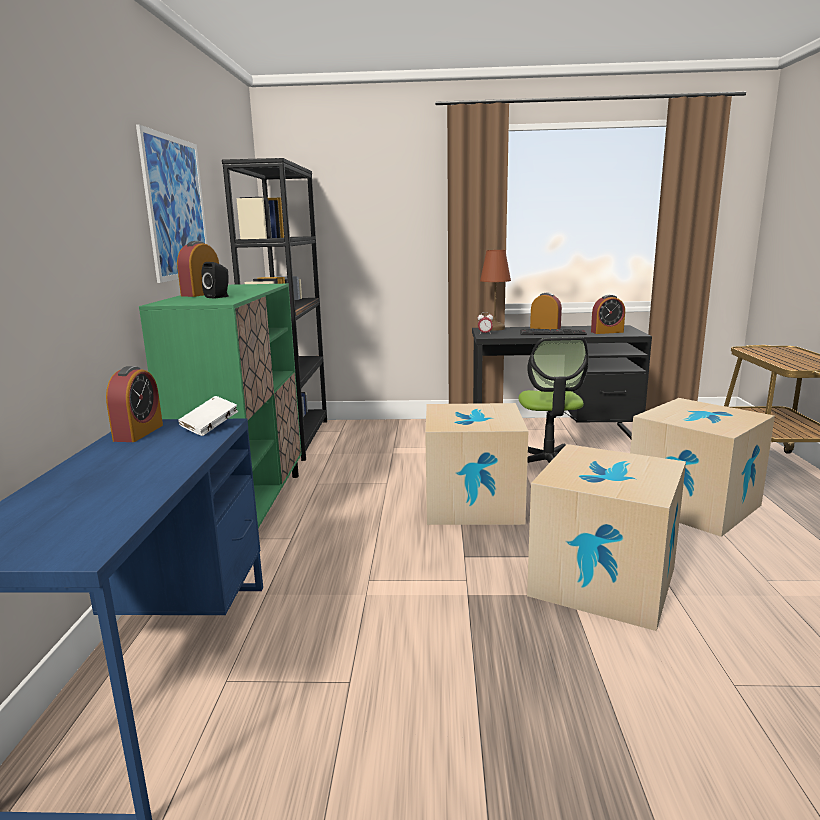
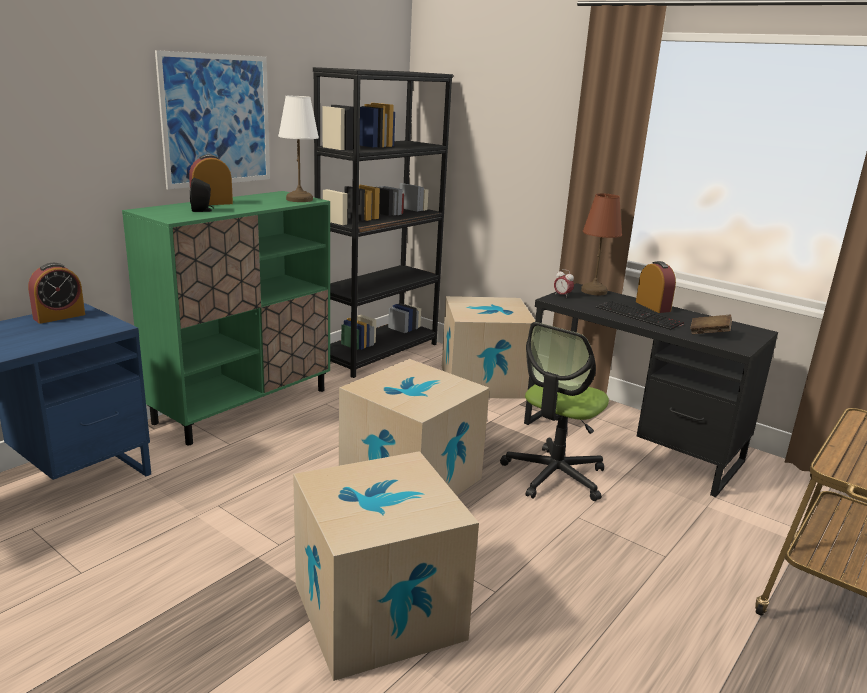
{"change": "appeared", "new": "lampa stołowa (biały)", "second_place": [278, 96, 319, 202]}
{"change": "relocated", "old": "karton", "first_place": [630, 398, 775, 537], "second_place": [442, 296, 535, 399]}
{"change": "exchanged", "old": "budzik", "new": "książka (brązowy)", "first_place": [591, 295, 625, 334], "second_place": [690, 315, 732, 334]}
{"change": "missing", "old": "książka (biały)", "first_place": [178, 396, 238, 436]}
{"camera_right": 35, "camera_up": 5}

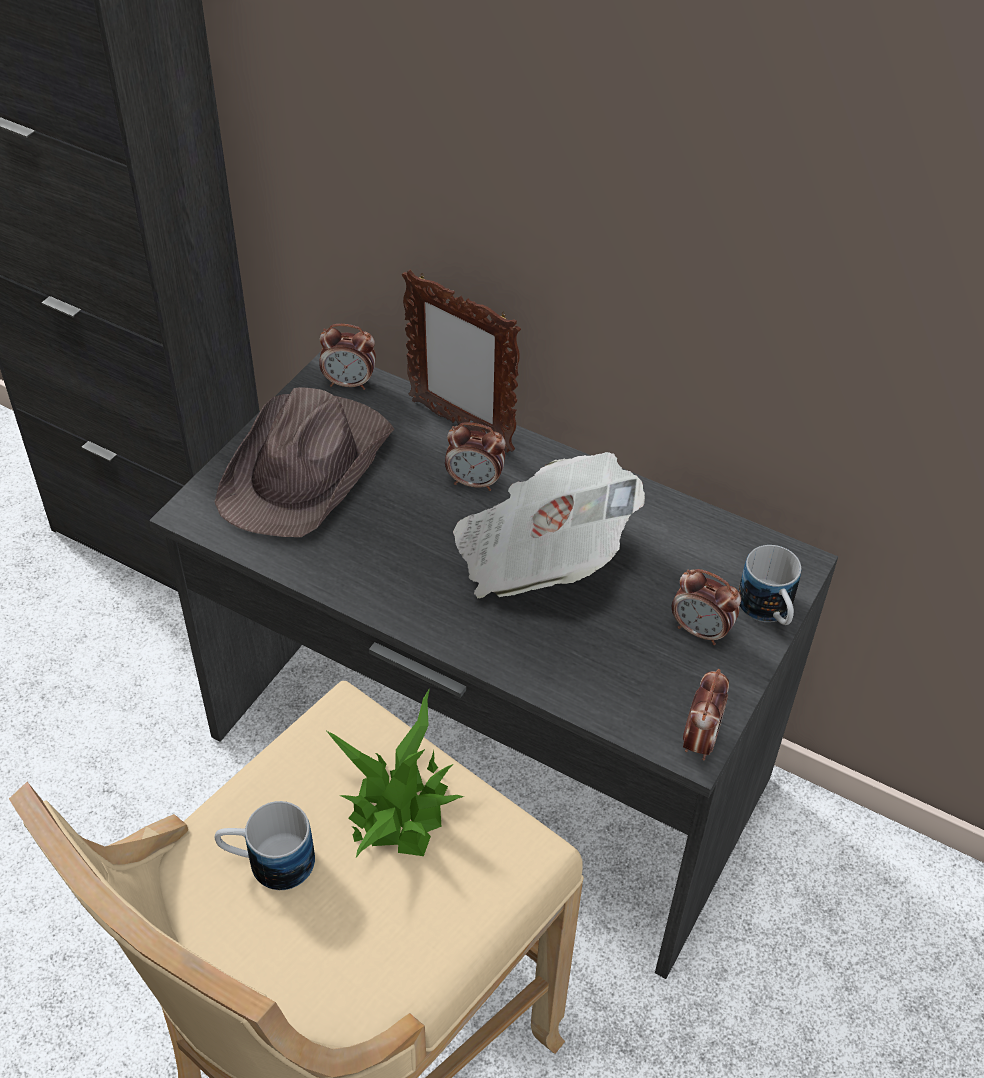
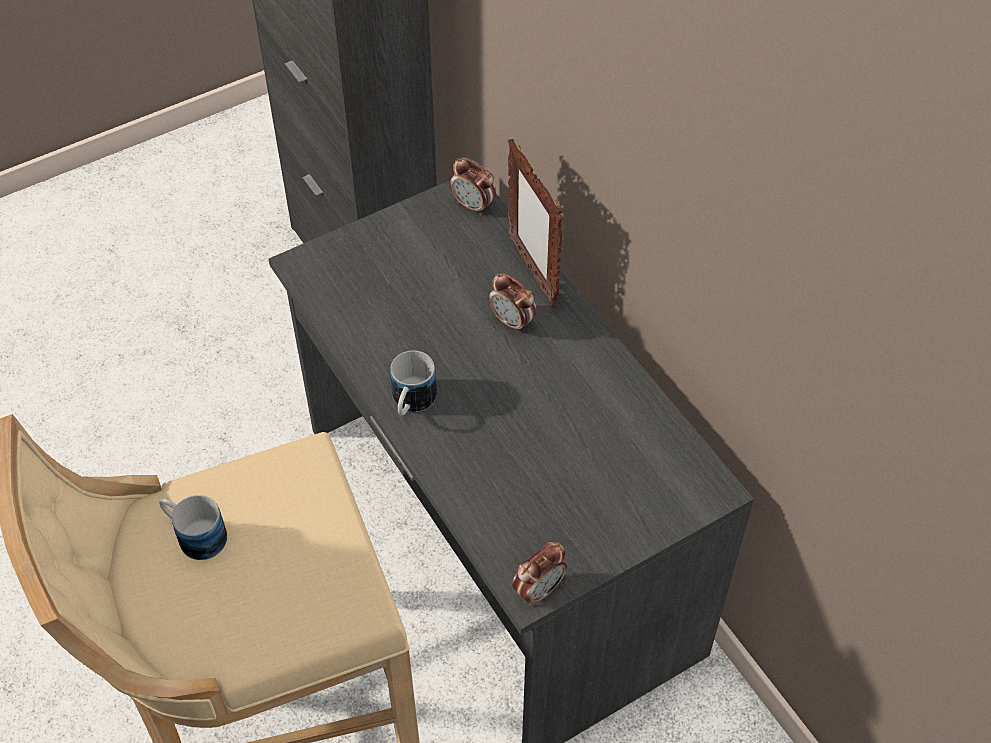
{"change": "relocated", "old": "kubek", "first_place": [738, 545, 801, 625], "second_place": [390, 350, 437, 416]}
{"change": "missing", "old": "kapelusz (brązowy)", "first_place": [215, 387, 394, 537]}
{"change": "missing", "old": "roślina doniczkowa", "first_place": [327, 688, 464, 858]}
{"change": "missing", "old": "gazeta", "first_place": [453, 452, 645, 598]}
{"change": "missing", "old": "budzik", "first_place": [672, 569, 741, 645]}
{"camera_right": 30, "camera_up": 5}

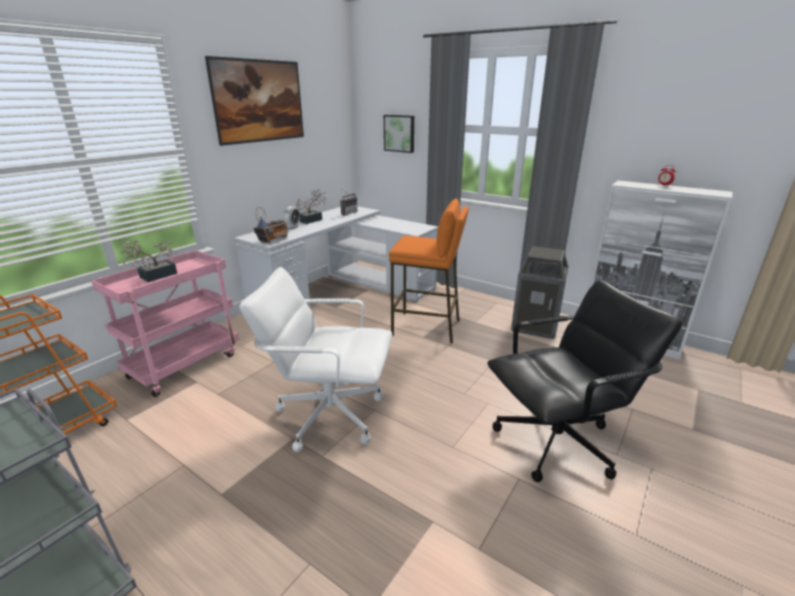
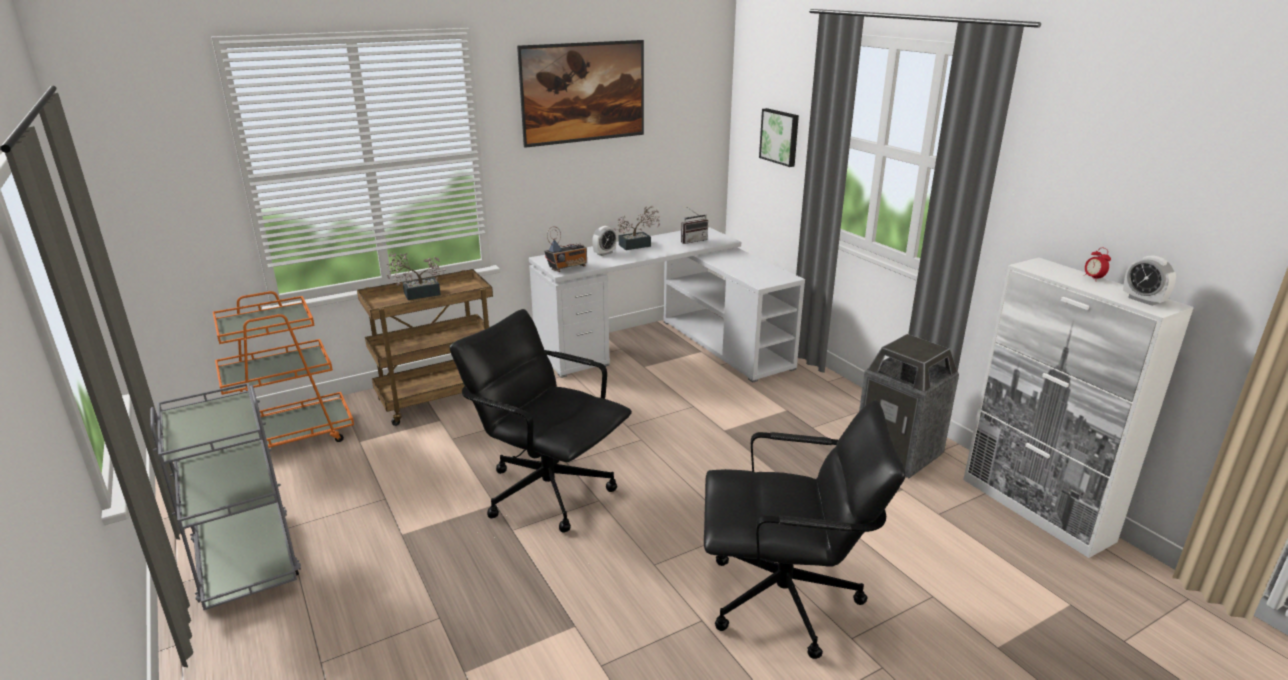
{"change": "colour", "old": "wózek (różowy)", "new": "wózek (brązowy)", "first_place": [91, 250, 239, 397], "second_place": [357, 269, 493, 426]}
{"change": "colour", "old": "krzesło biurowe (biały)", "new": "krzesło biurowe (czarny)", "first_place": [239, 267, 392, 452], "second_place": [450, 309, 632, 533]}
{"change": "appeared", "new": "budzik", "second_place": [1123, 255, 1176, 306]}
{"change": "missing", "old": "stołek (pomarańczowy)", "first_place": [389, 198, 469, 343]}
{"camera_right": 25, "camera_up": 0}

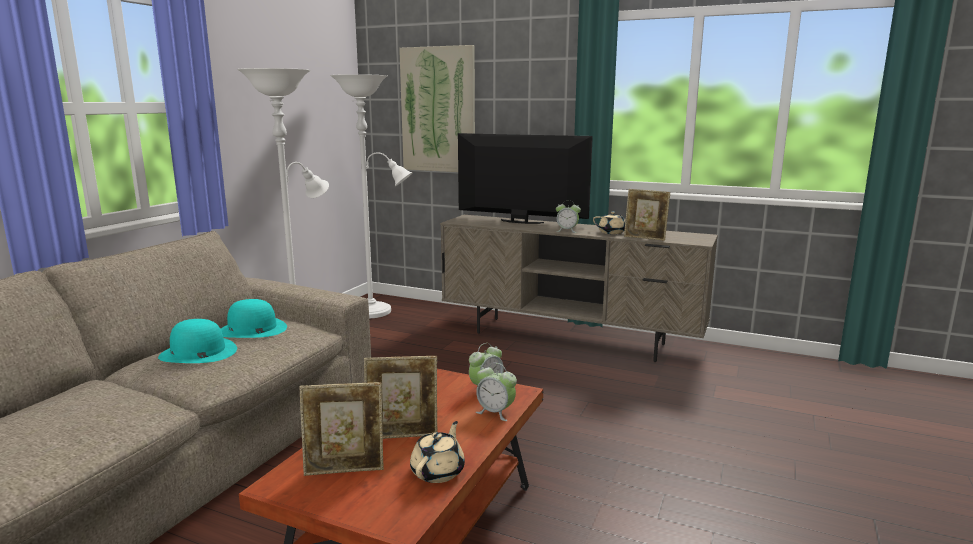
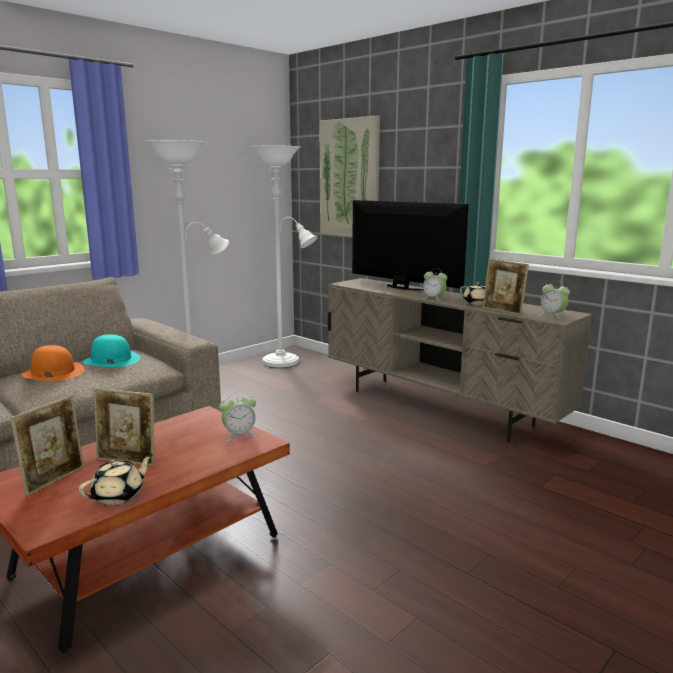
{"change": "spun", "old": "ramka na zdjęcie", "first_place": [299, 382, 384, 476], "second_place": [10, 396, 84, 496], "degrees": -75}
{"change": "colour", "old": "kapelusz (turkusowy)", "new": "kapelusz (pomarańczowy)", "first_place": [158, 319, 237, 363], "second_place": [21, 345, 84, 381]}
{"change": "relocated", "old": "budzik", "first_place": [476, 363, 517, 421], "second_place": [539, 281, 570, 319]}
{"camera_right": 20, "camera_up": 0}

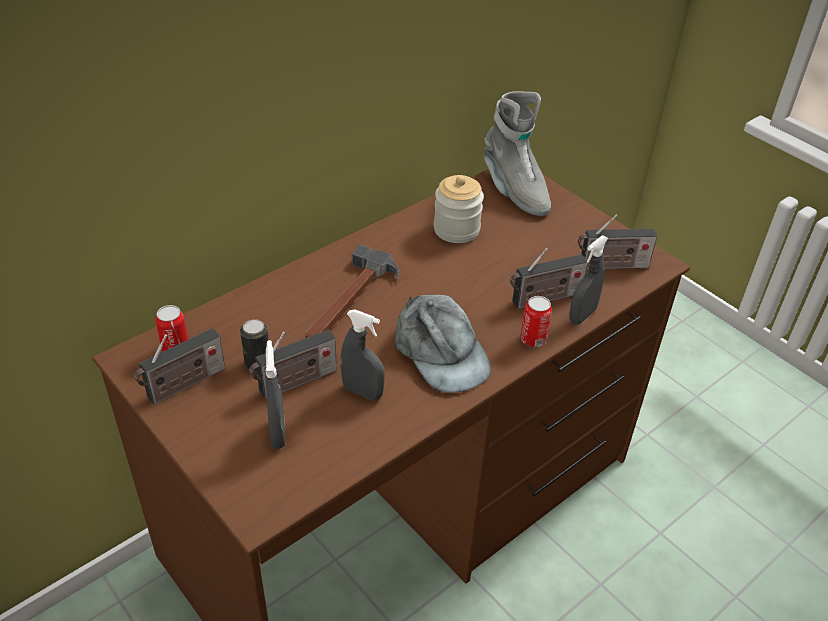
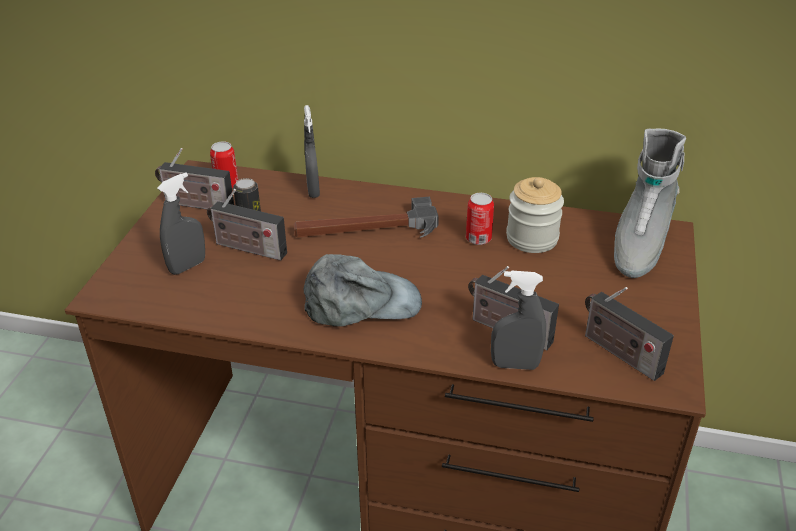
{"change": "spun", "old": "czapka z daszkiem (szary)", "first_place": [395, 295, 491, 393], "second_place": [303, 254, 422, 327], "degrees": -120}
{"change": "relocated", "old": "spryskiwacz (szary)", "first_place": [340, 310, 385, 401], "second_place": [304, 105, 320, 198]}
{"change": "relocated", "old": "puszka", "first_place": [520, 296, 552, 347], "second_place": [466, 193, 494, 245]}
{"camera_right": 55, "camera_up": -5}

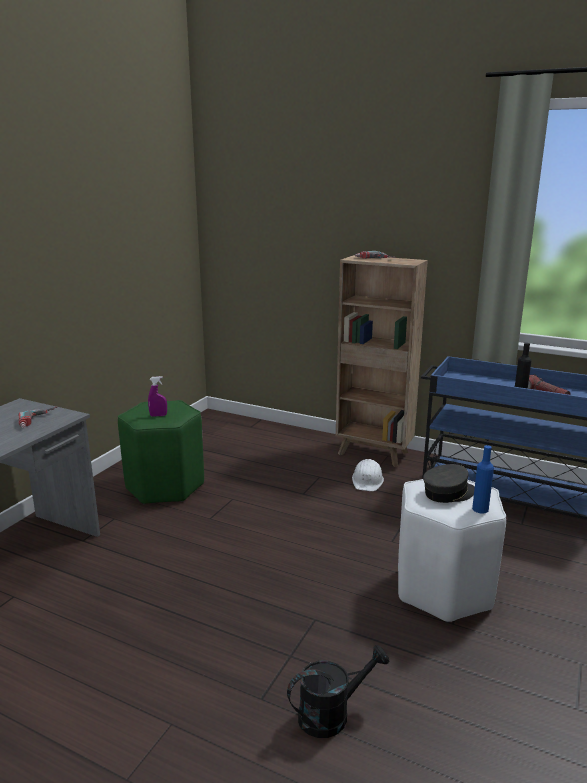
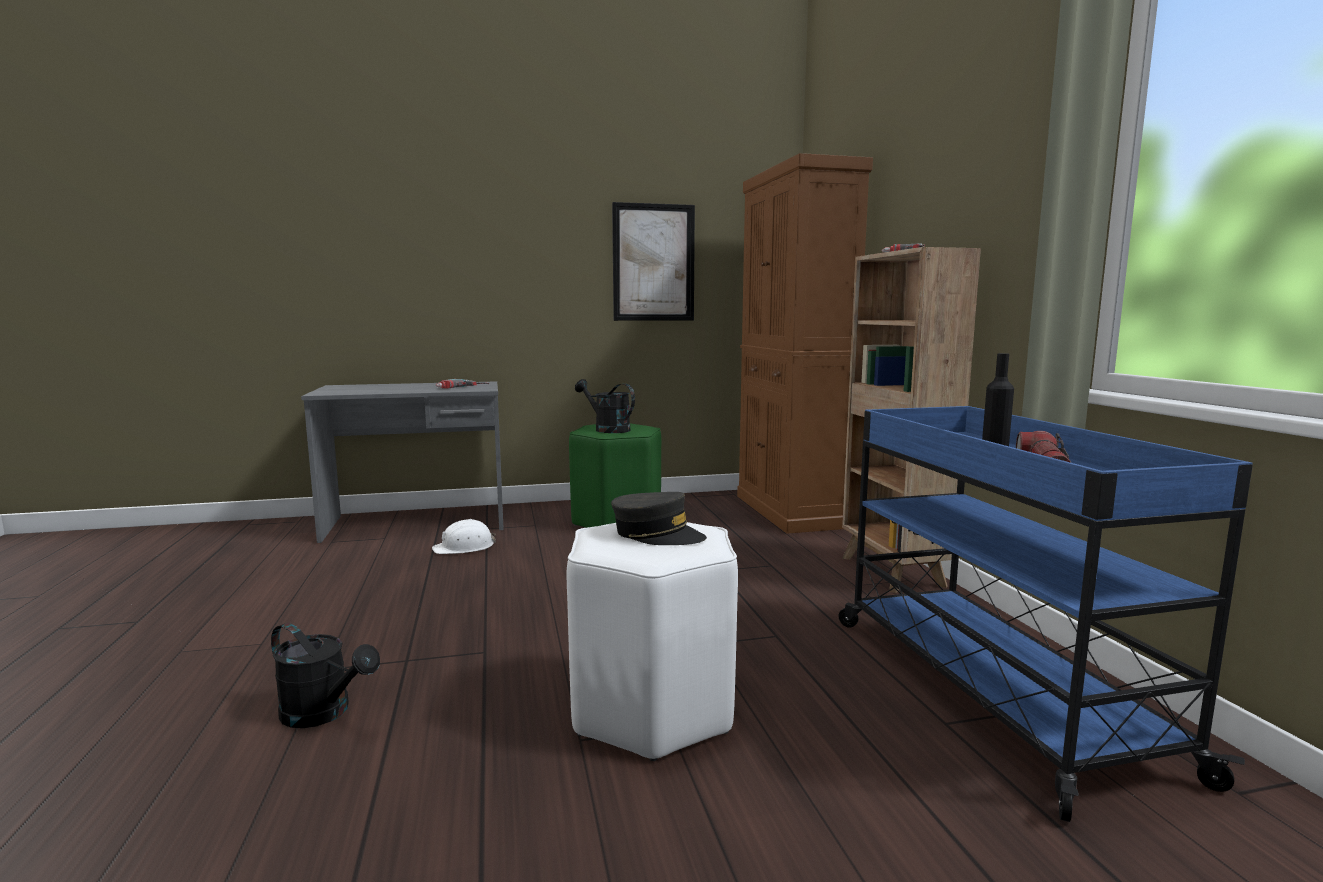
{"change": "relocated", "old": "kask (biały)", "first_place": [352, 459, 384, 491], "second_place": [432, 519, 496, 554]}
{"change": "exchanged", "old": "spryskiwacz (fioletowy)", "new": "konewka (czarny)", "first_place": [148, 376, 167, 417], "second_place": [575, 379, 635, 433]}
{"change": "appeared", "new": "obraz", "second_place": [612, 202, 695, 321]}
{"change": "appeared", "new": "szafka (brązowy)", "second_place": [737, 153, 873, 534]}
{"change": "missing", "old": "butelka (niebieski)", "first_place": [472, 445, 494, 513]}
{"camera_right": 50, "camera_up": -10}

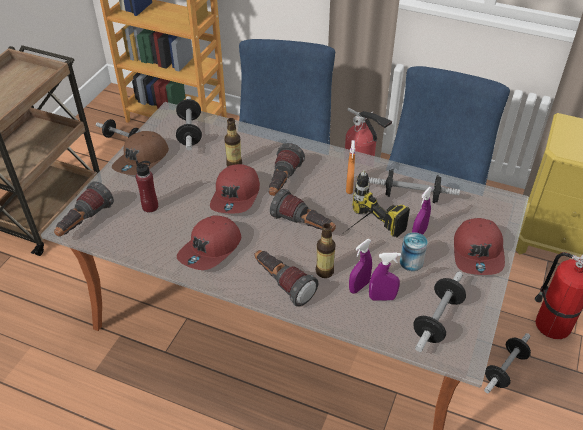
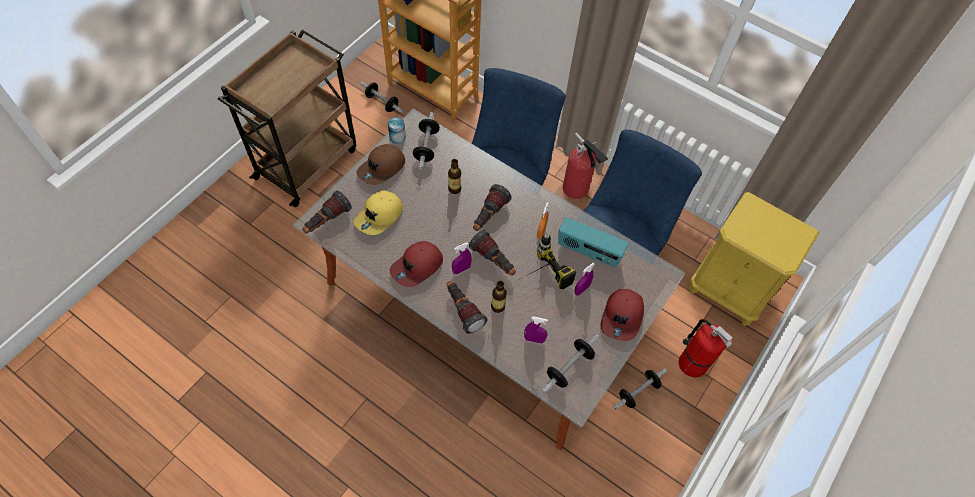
{"change": "exchanged", "old": "butelka (czerwony)", "new": "czapka z daszkiem (żółty)", "first_place": [136, 160, 158, 212], "second_place": [353, 191, 403, 235]}
{"change": "relocated", "old": "puszka", "first_place": [400, 232, 428, 271], "second_place": [388, 117, 406, 144]}
{"change": "relocated", "old": "spryskiwacz (fioletowy)", "first_place": [349, 239, 372, 294], "second_place": [452, 242, 472, 274]}
{"change": "exchanged", "old": "hantel", "new": "radio", "first_place": [368, 169, 460, 203], "second_place": [558, 217, 628, 267]}
{"change": "missing", "old": "czapka z daszkiem (czerwony)", "first_place": [210, 164, 260, 213]}
{"camera_right": 10, "camera_up": 15}

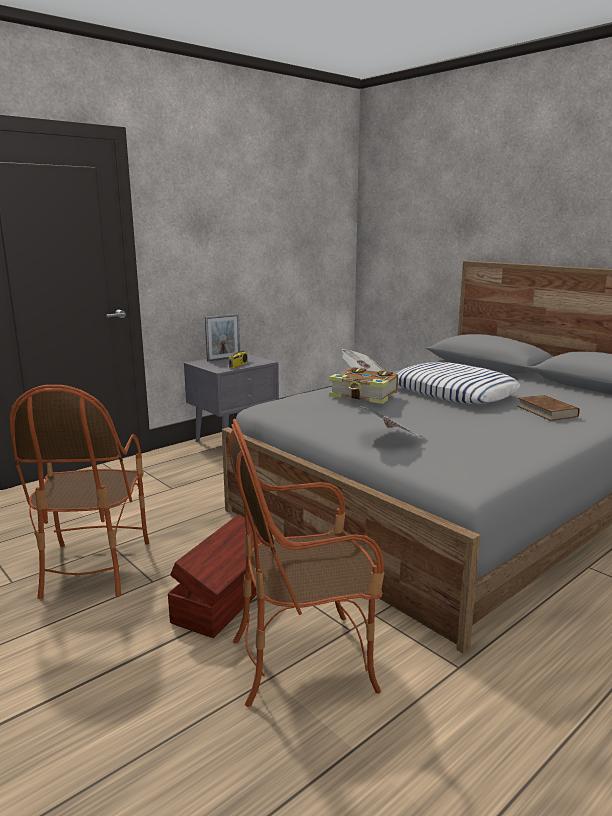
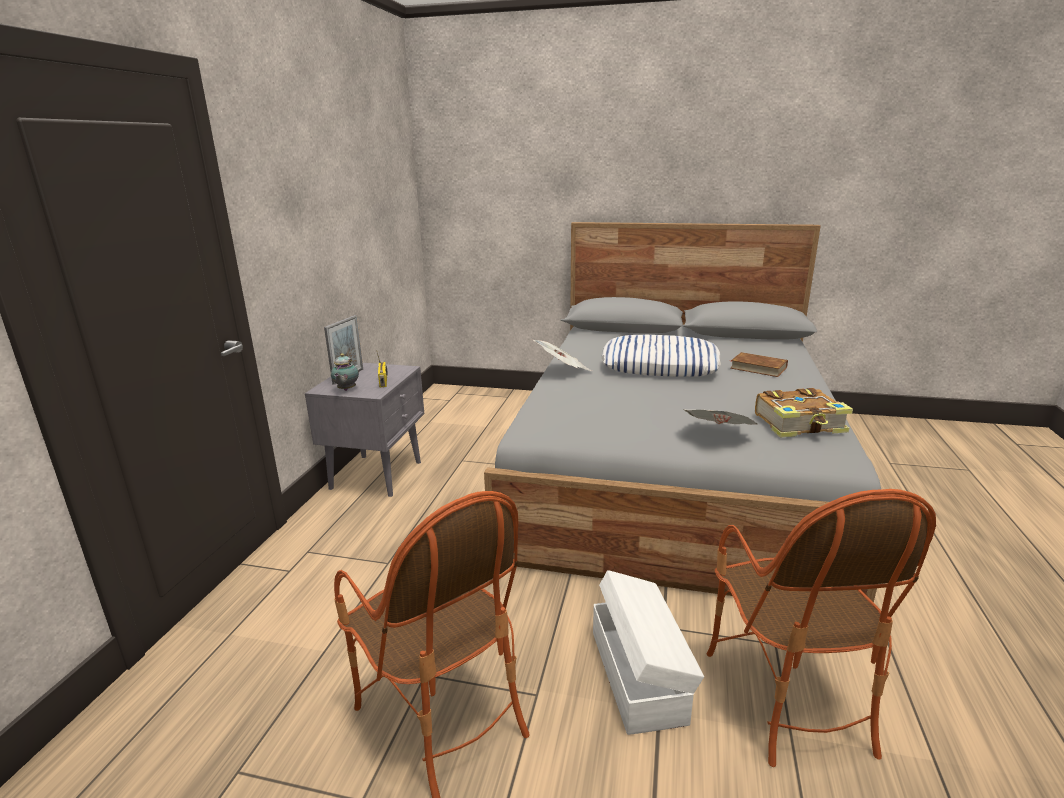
{"change": "appeared", "new": "imbryk", "second_place": [331, 353, 359, 391]}
{"change": "colour", "old": "pojemnik do przechowywania (brązowy)", "new": "pojemnik do przechowywania (biały)", "first_place": [168, 514, 264, 638], "second_place": [593, 570, 704, 735]}
{"change": "spun", "old": "fotel", "first_place": [228, 419, 384, 707], "second_place": [707, 489, 936, 767], "degrees": -45}
{"change": "relocated", "old": "książka", "first_place": [329, 367, 398, 404], "second_place": [755, 388, 853, 437]}
{"camera_right": -35, "camera_up": 5}

